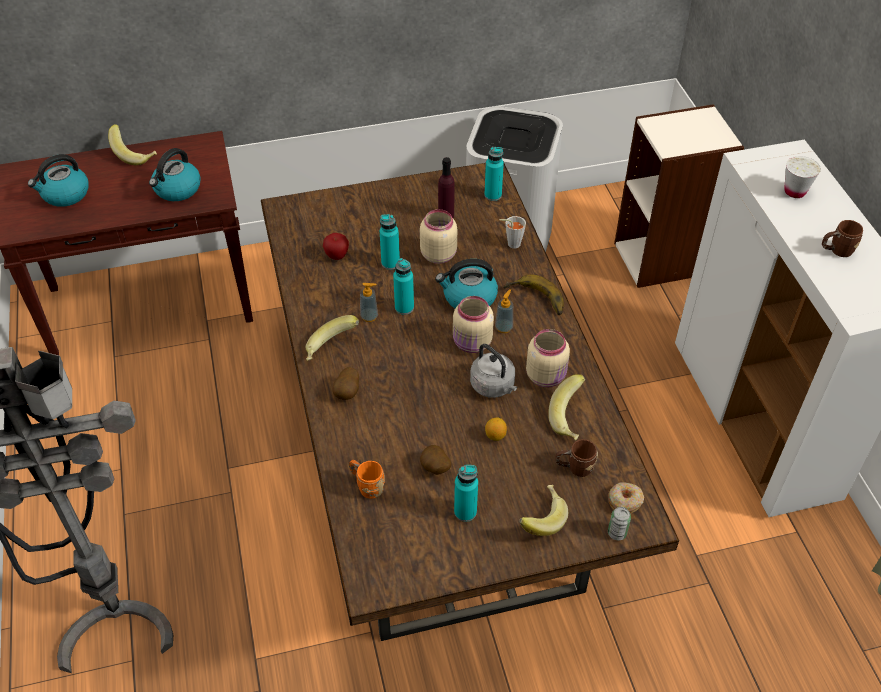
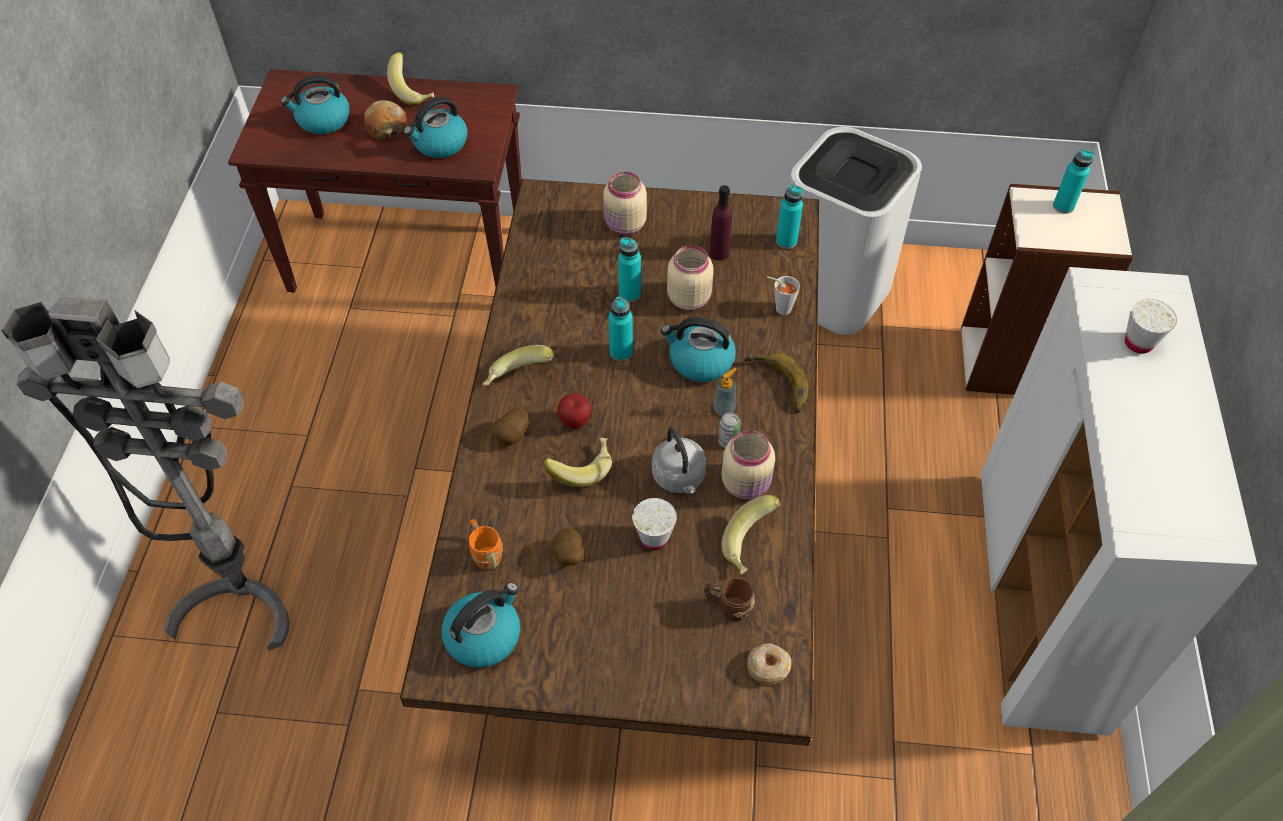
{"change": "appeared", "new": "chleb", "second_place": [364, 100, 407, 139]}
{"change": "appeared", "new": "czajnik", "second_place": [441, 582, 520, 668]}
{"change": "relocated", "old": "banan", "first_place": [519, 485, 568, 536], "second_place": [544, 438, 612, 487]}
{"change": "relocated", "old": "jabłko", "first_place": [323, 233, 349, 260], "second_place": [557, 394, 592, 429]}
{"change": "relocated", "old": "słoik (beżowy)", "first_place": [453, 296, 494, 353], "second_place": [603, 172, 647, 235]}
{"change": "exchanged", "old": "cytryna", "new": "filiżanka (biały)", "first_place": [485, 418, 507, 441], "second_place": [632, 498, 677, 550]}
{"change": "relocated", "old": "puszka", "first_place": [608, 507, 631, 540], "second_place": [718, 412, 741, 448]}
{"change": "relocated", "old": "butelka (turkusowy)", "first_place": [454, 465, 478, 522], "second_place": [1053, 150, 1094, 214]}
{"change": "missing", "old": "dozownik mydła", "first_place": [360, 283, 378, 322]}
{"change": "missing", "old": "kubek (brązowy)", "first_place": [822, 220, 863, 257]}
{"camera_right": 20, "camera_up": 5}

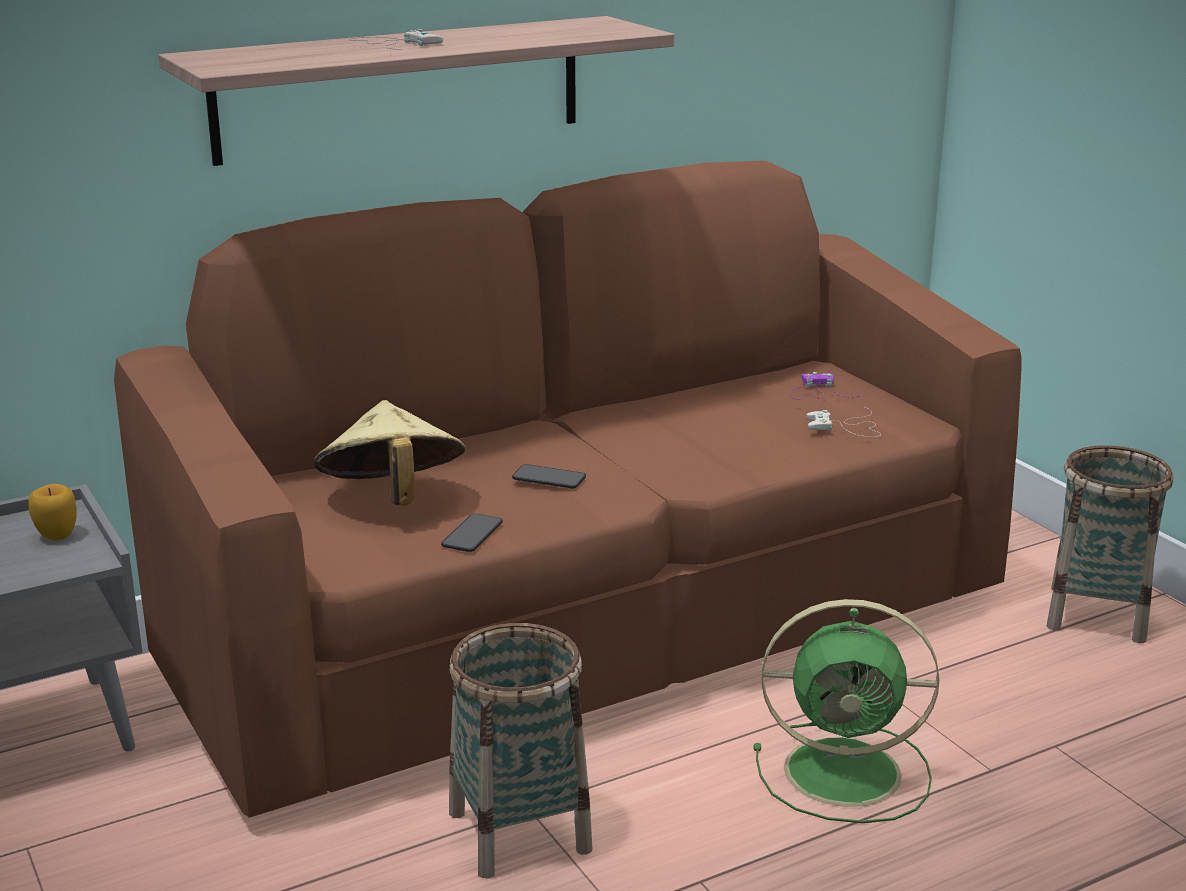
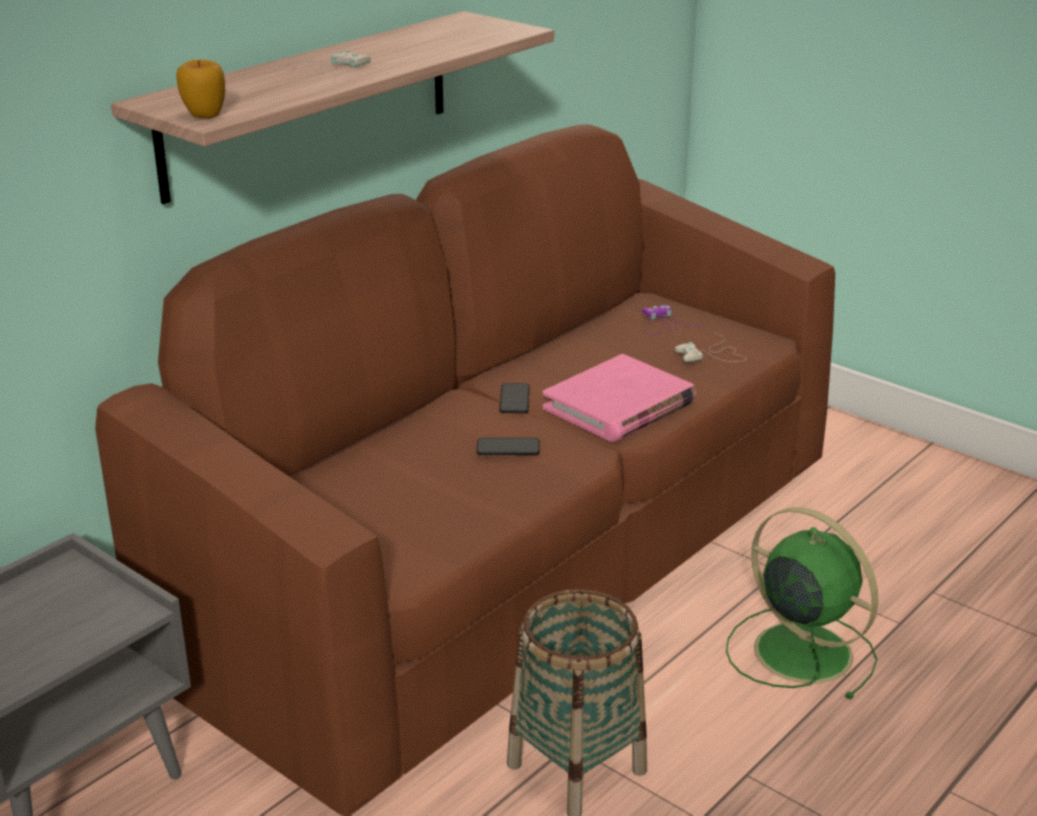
{"change": "relocated", "old": "jabłko", "first_place": [28, 484, 77, 540], "second_place": [176, 60, 225, 118]}
{"change": "relocated", "old": "telefon", "first_place": [441, 514, 503, 552], "second_place": [499, 383, 530, 413]}
{"change": "appeared", "new": "książka (różowy)", "second_place": [542, 354, 696, 442]}
{"change": "spun", "old": "wentylator (zielony)", "first_place": [754, 599, 940, 823], "second_place": [726, 507, 878, 700], "degrees": -120}
{"change": "missing", "old": "kapelusz (beżowy)", "first_place": [314, 400, 465, 506]}
{"change": "missing", "old": "koszyk", "first_place": [1047, 445, 1173, 643]}
{"camera_right": -20, "camera_up": 5}

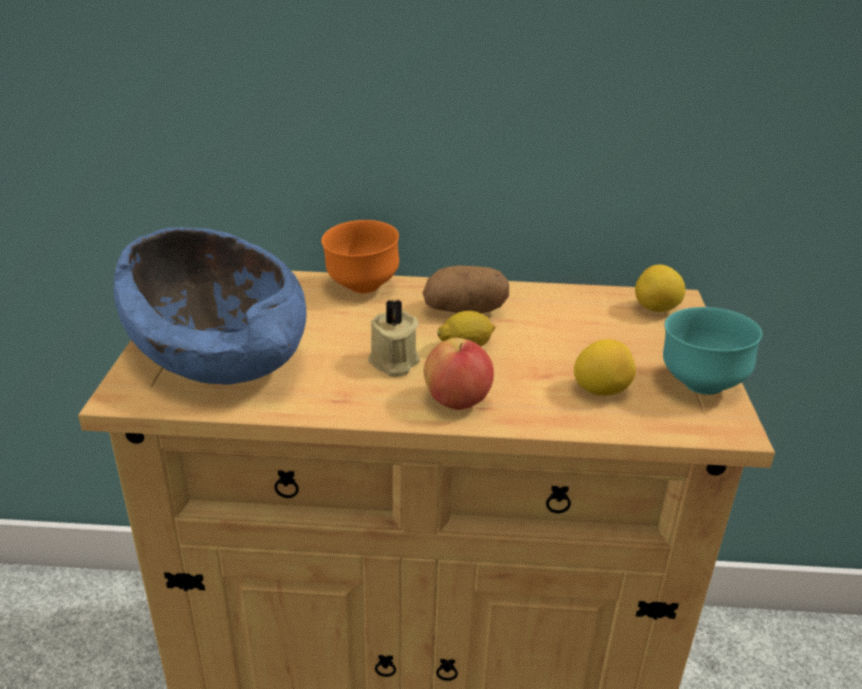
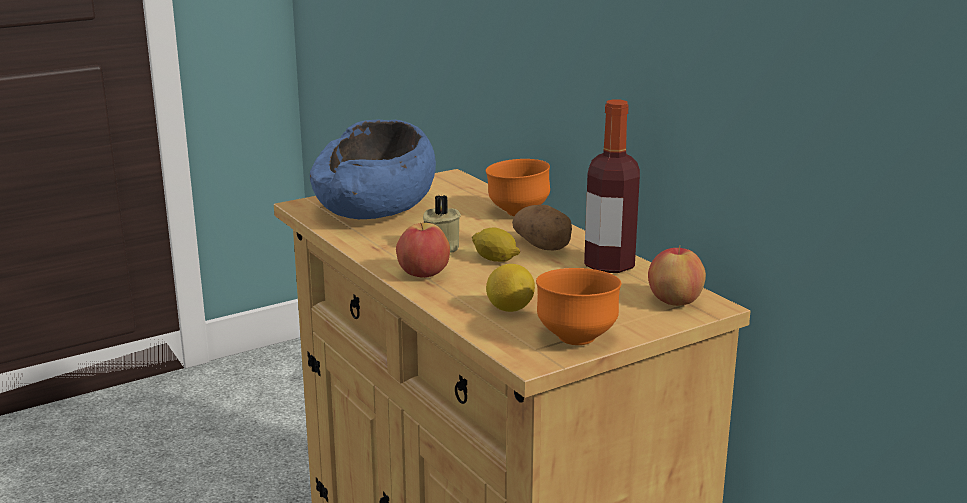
{"change": "colour", "old": "miska (turkusowy)", "new": "miska (pomarańczowy)", "first_place": [663, 307, 762, 395], "second_place": [536, 268, 621, 345]}
{"change": "appeared", "new": "butelka", "second_place": [584, 99, 640, 273]}
{"change": "exchanged", "old": "cytryna", "new": "jabłko", "first_place": [635, 265, 686, 312], "second_place": [648, 245, 706, 306]}
{"camera_right": 55, "camera_up": -10}

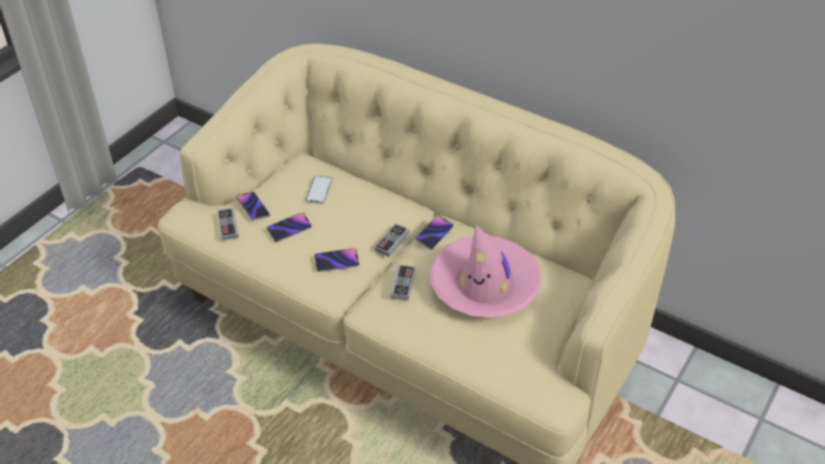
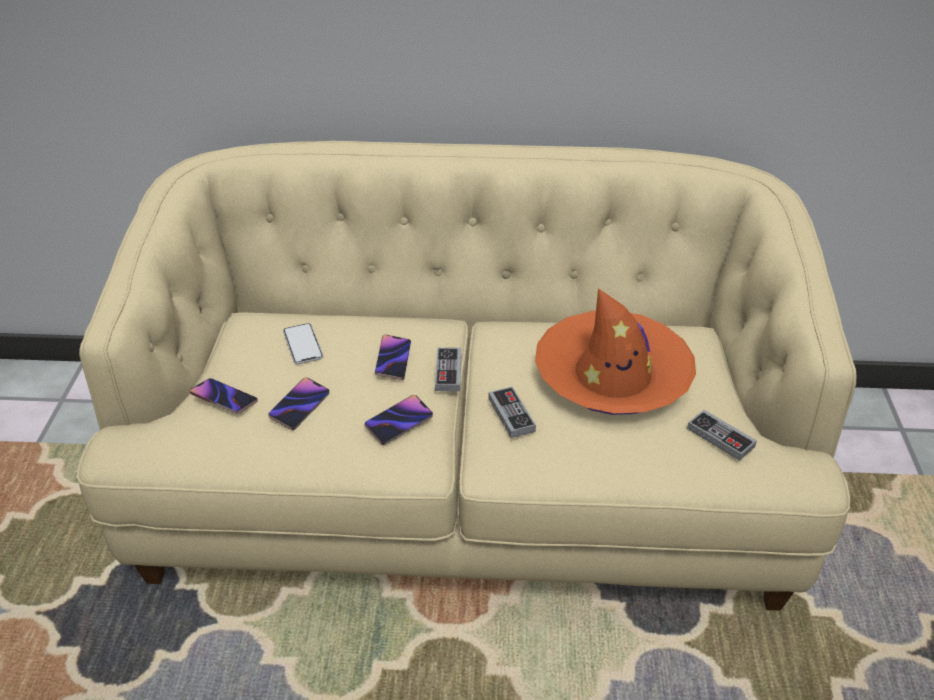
{"change": "relocated", "old": "telefon", "first_place": [416, 215, 453, 250], "second_place": [375, 335, 411, 380]}
{"change": "colour", "old": "kapelusz (różowy)", "new": "kapelusz (pomarańczowy)", "first_place": [429, 225, 542, 318], "second_place": [535, 288, 696, 415]}
{"change": "relocated", "old": "pad do gier", "first_place": [217, 208, 239, 241], "second_place": [687, 410, 757, 461]}
{"camera_right": -30, "camera_up": -5}

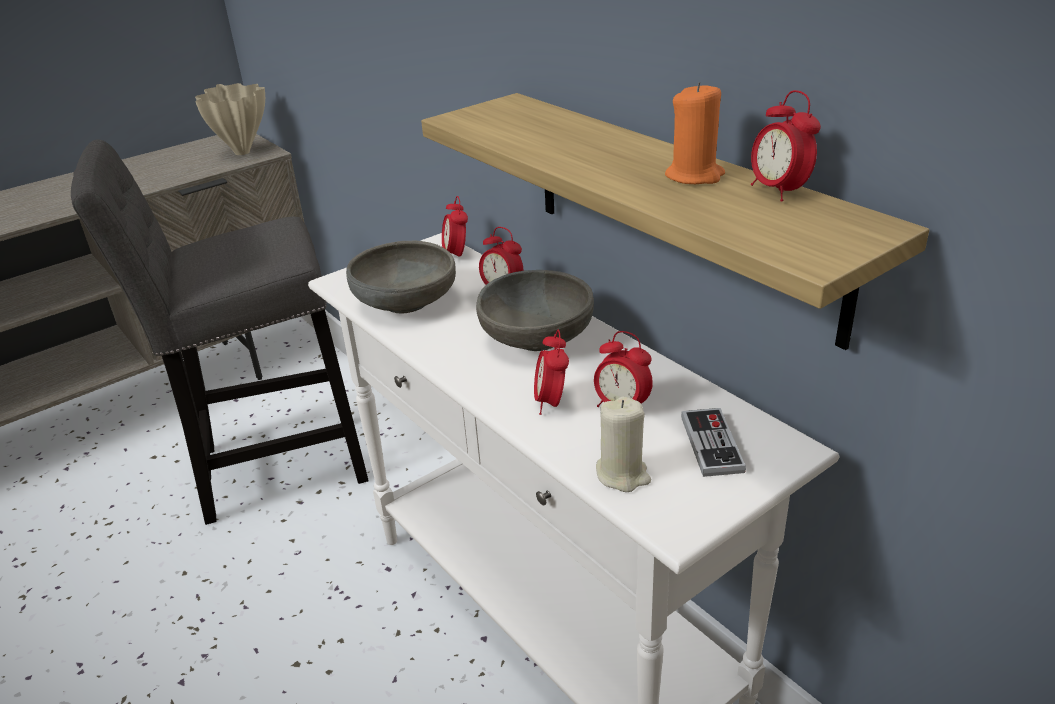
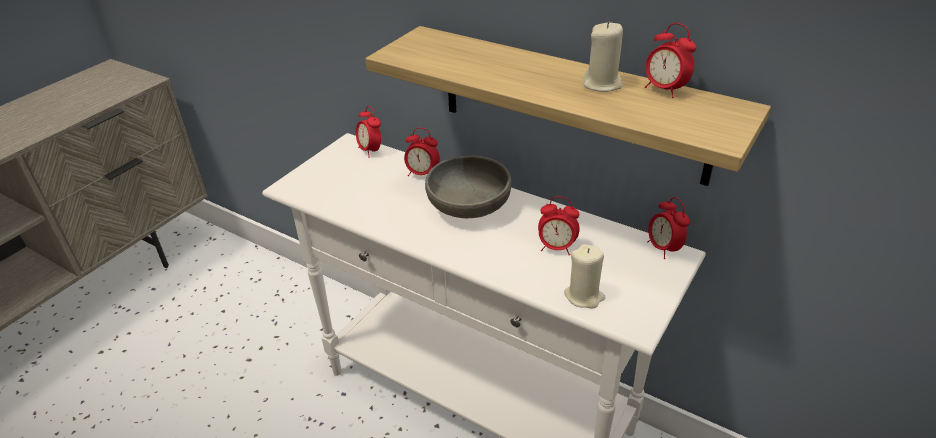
{"change": "colour", "old": "świeca (pomarańczowy)", "new": "świeca (beżowy)", "first_place": [665, 82, 725, 184], "second_place": [583, 22, 623, 92]}
{"change": "relocated", "old": "budzik", "first_place": [534, 330, 569, 415], "second_place": [647, 197, 690, 259]}
{"change": "missing", "old": "stołek (szary)", "first_place": [71, 140, 369, 525]}
{"change": "missing", "old": "wazon (beżowy)", "first_place": [195, 83, 265, 155]}
{"change": "missing", "old": "miska (szary)", "first_place": [346, 241, 456, 314]}
{"change": "missing", "old": "pad do gier", "first_place": [681, 408, 746, 477]}
{"camera_right": -20, "camera_up": 5}

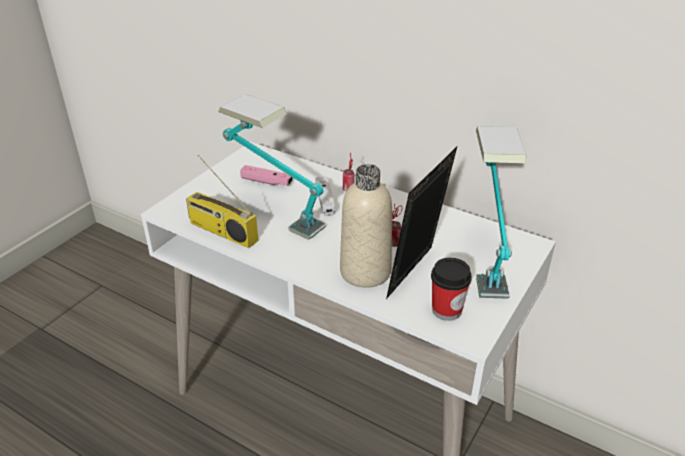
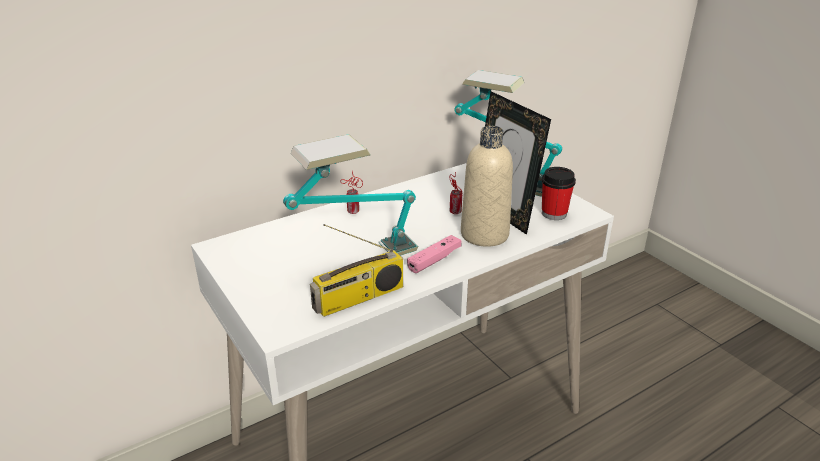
{"change": "relocated", "old": "pad do gier (różowy)", "first_place": [240, 165, 293, 186], "second_place": [407, 235, 461, 273]}
{"change": "missing", "old": "pad do gier (biały)", "first_place": [315, 177, 336, 216]}
{"camera_right": -65, "camera_up": -5}

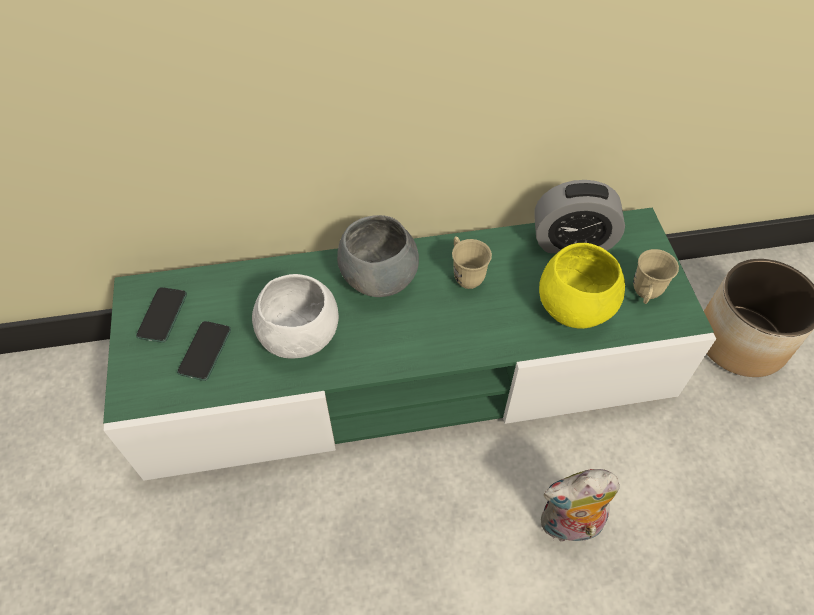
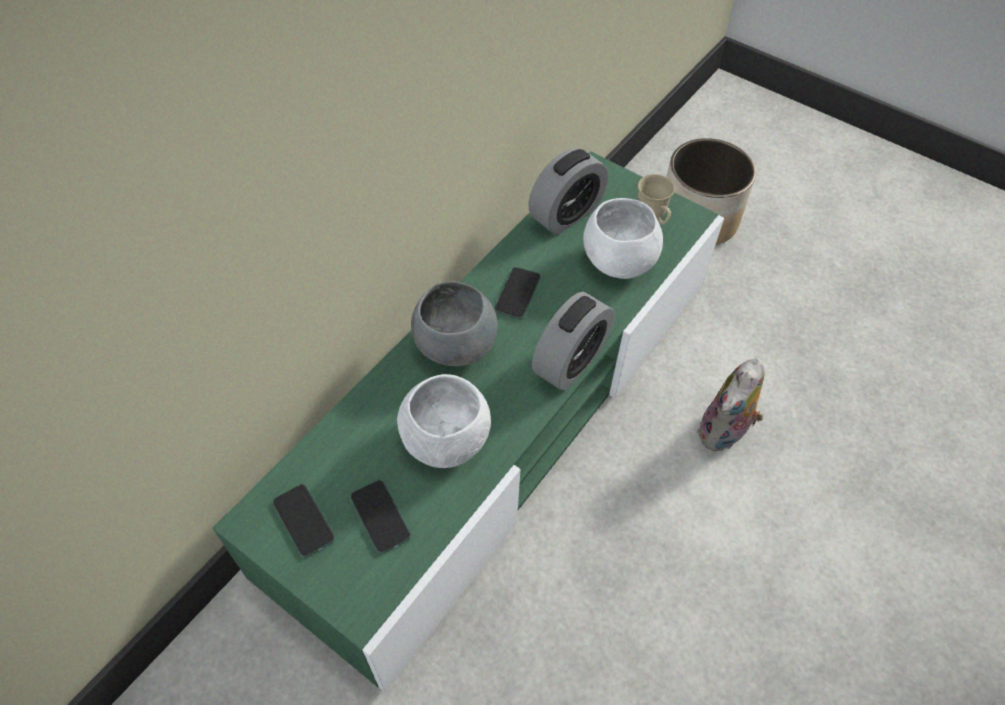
{"change": "exchanged", "old": "kubek (beżowy)", "new": "telefon", "first_place": [452, 236, 492, 289], "second_place": [494, 267, 541, 319]}
{"change": "appeared", "new": "budzik", "second_place": [532, 292, 615, 390]}
{"change": "colour", "old": "miska (żółty)", "new": "miska (biały)", "first_place": [539, 243, 625, 329], "second_place": [583, 198, 663, 279]}
{"camera_right": -45, "camera_up": 0}

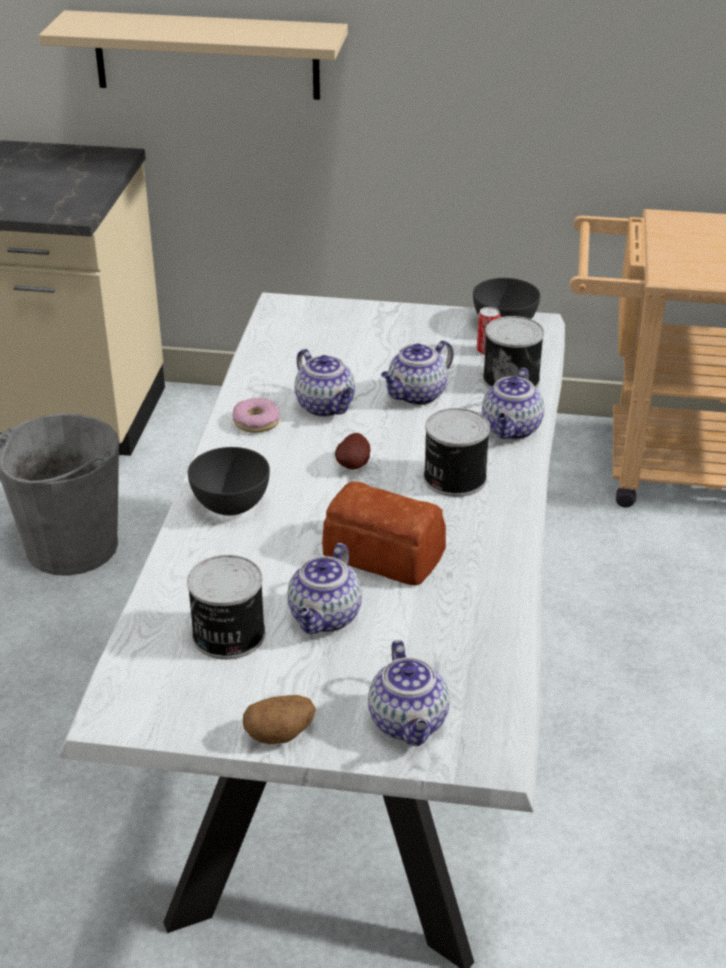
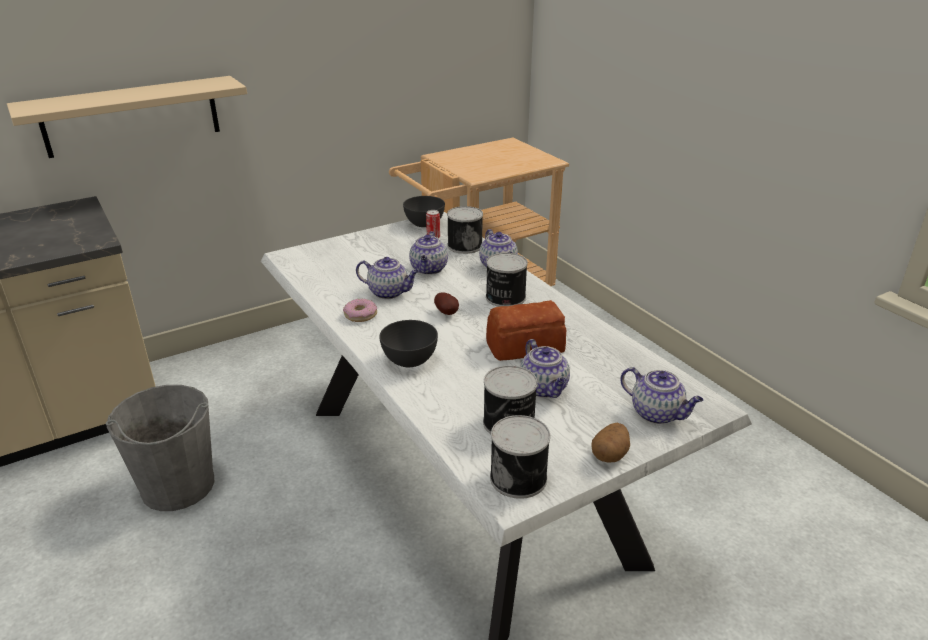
{"change": "appeared", "new": "puszka", "second_place": [490, 415, 550, 499]}
{"camera_right": -40, "camera_up": -5}

